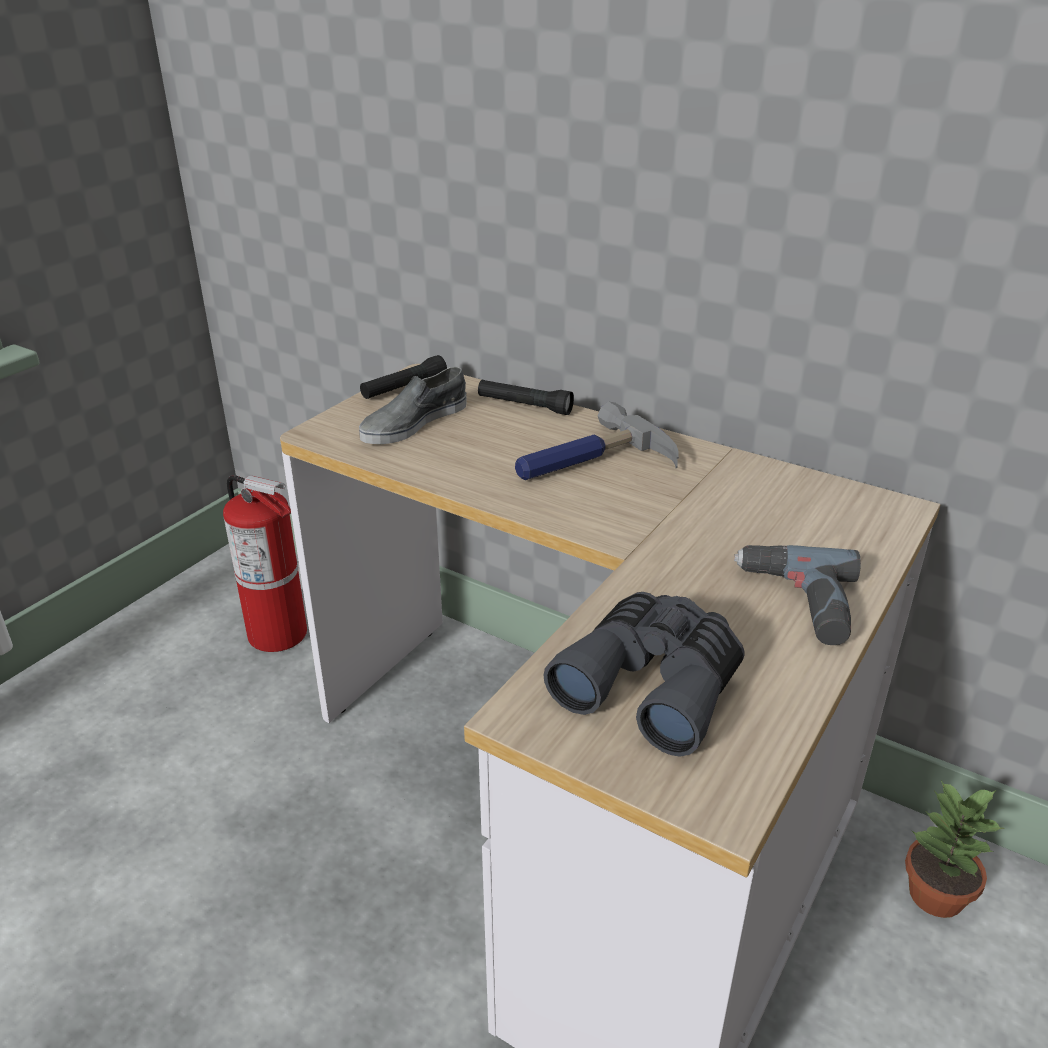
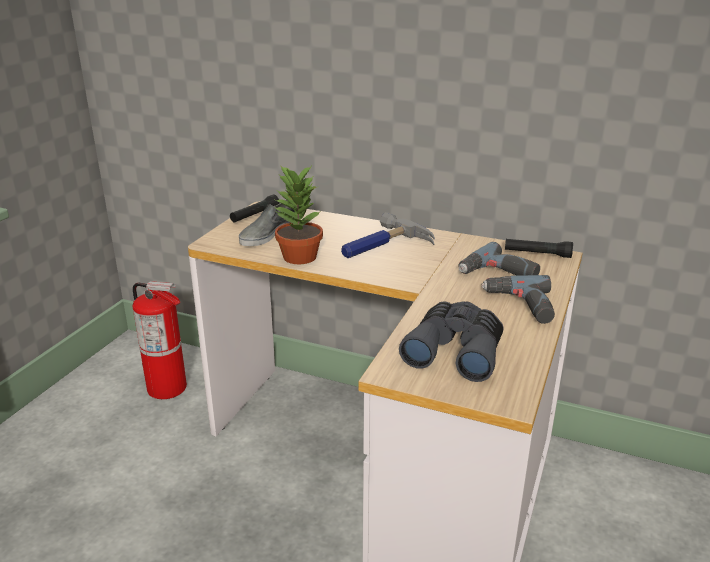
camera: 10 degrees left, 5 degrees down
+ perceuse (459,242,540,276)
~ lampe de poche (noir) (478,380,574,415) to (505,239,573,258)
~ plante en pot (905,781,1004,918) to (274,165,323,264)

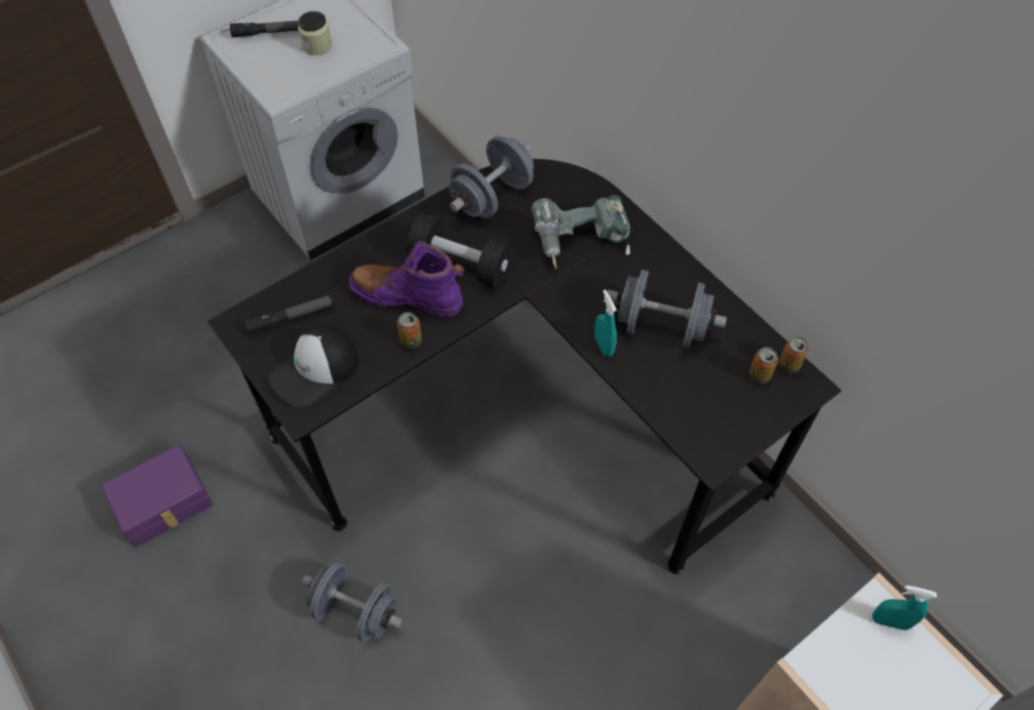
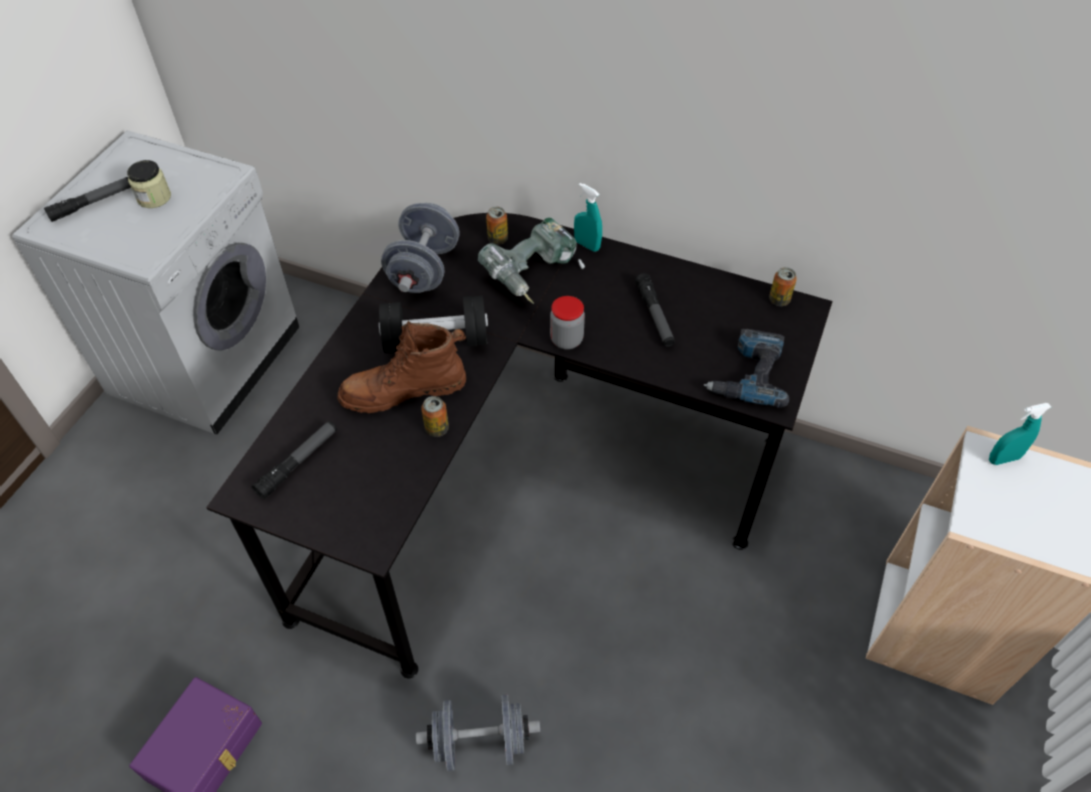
camera: 30 degrees left, 5 degrees down
- casquette (269,325,358,407)
+ bocal (550,296,585,349)
+ perceuse (704,329,789,407)
~ vaporisateur (turquoise) (594,290,617,357) to (574,183,602,252)
~ boîte métallique (749,347,778,384) to (486,207,508,244)
~ haltère (gris) (607,270,727,348) to lampe de poche (635,273,675,347)
~ botte (violet) (349,240,464,317) to botte (marron) (338,321,466,413)

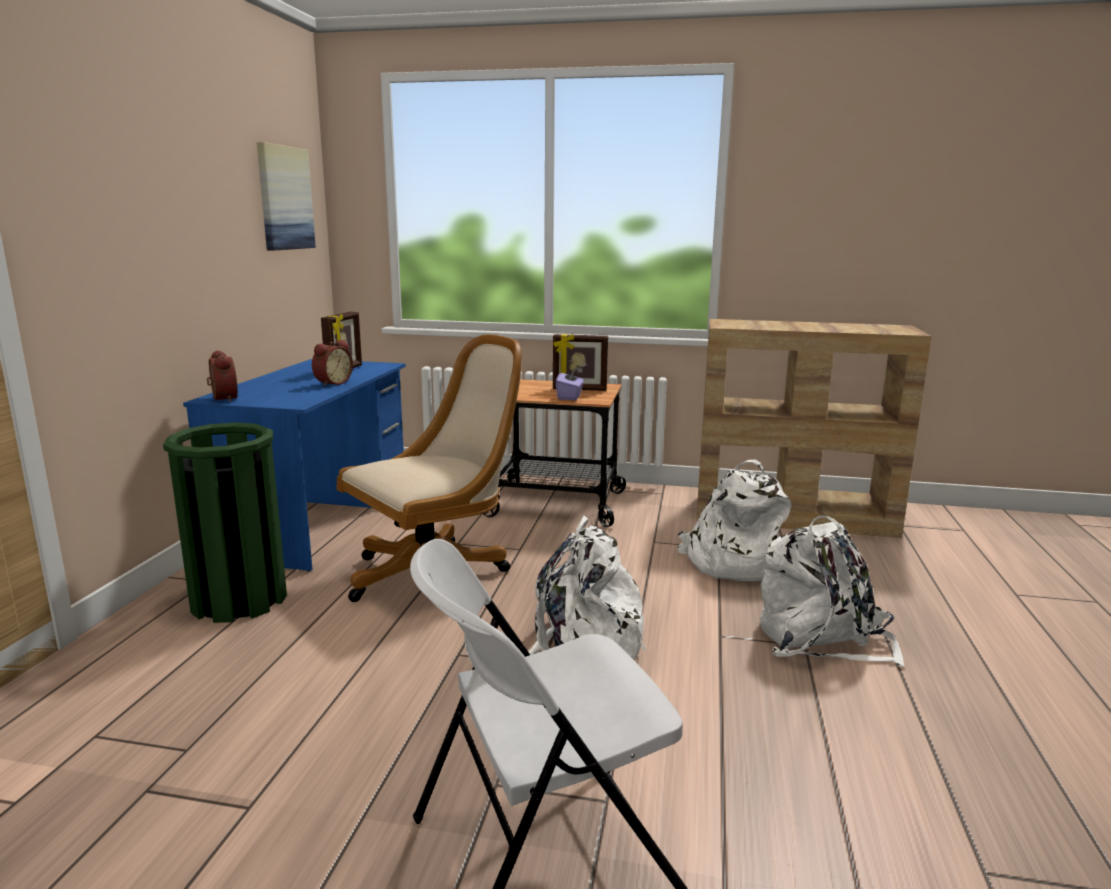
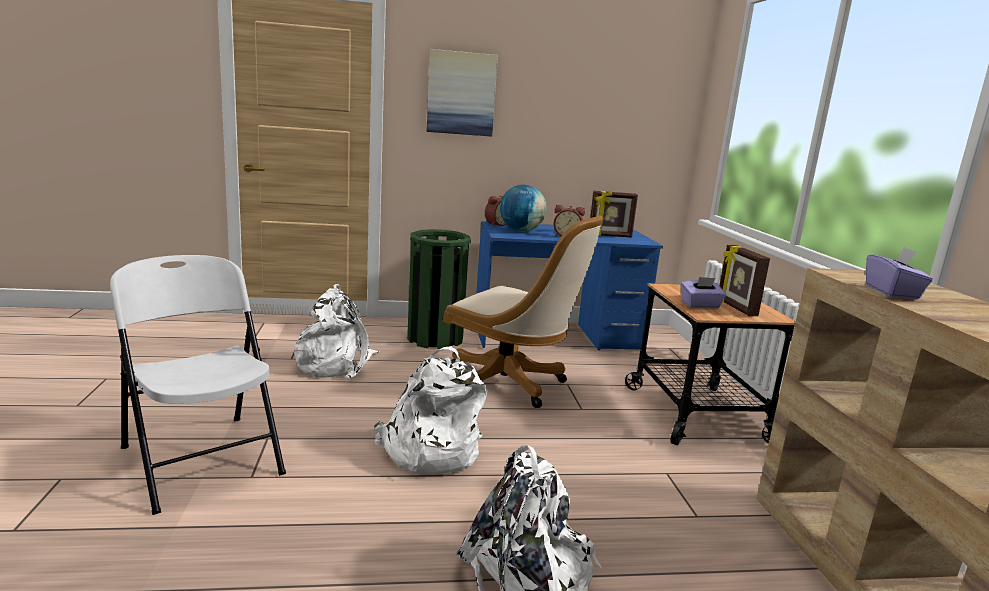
camera: 70 degrees right, 0 degrees up
+ globe (500,184,547,232)
+ boîte à mouchoirs (violet) (866,247,933,300)
~ tableau (257,142,316,251) to (426,49,498,136)
~ sac à dos (blanc) (678,460,792,581) to (294,284,380,380)

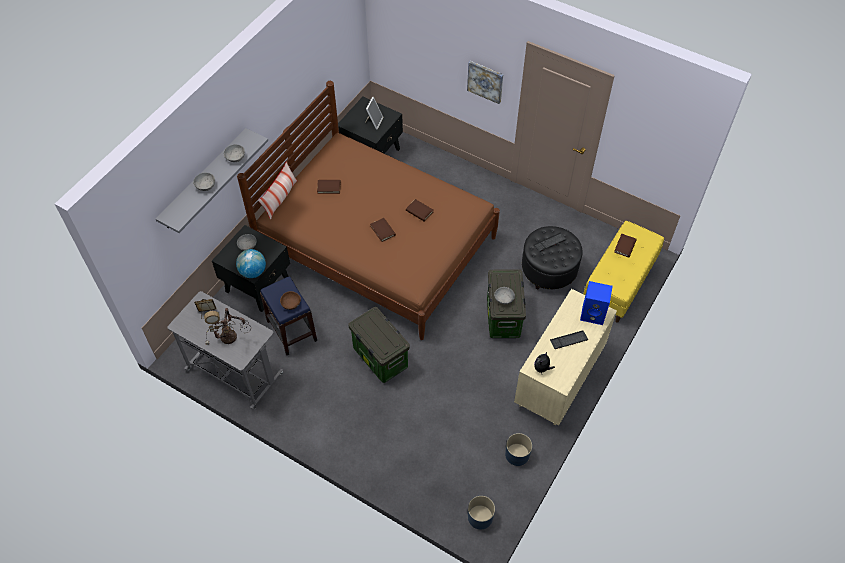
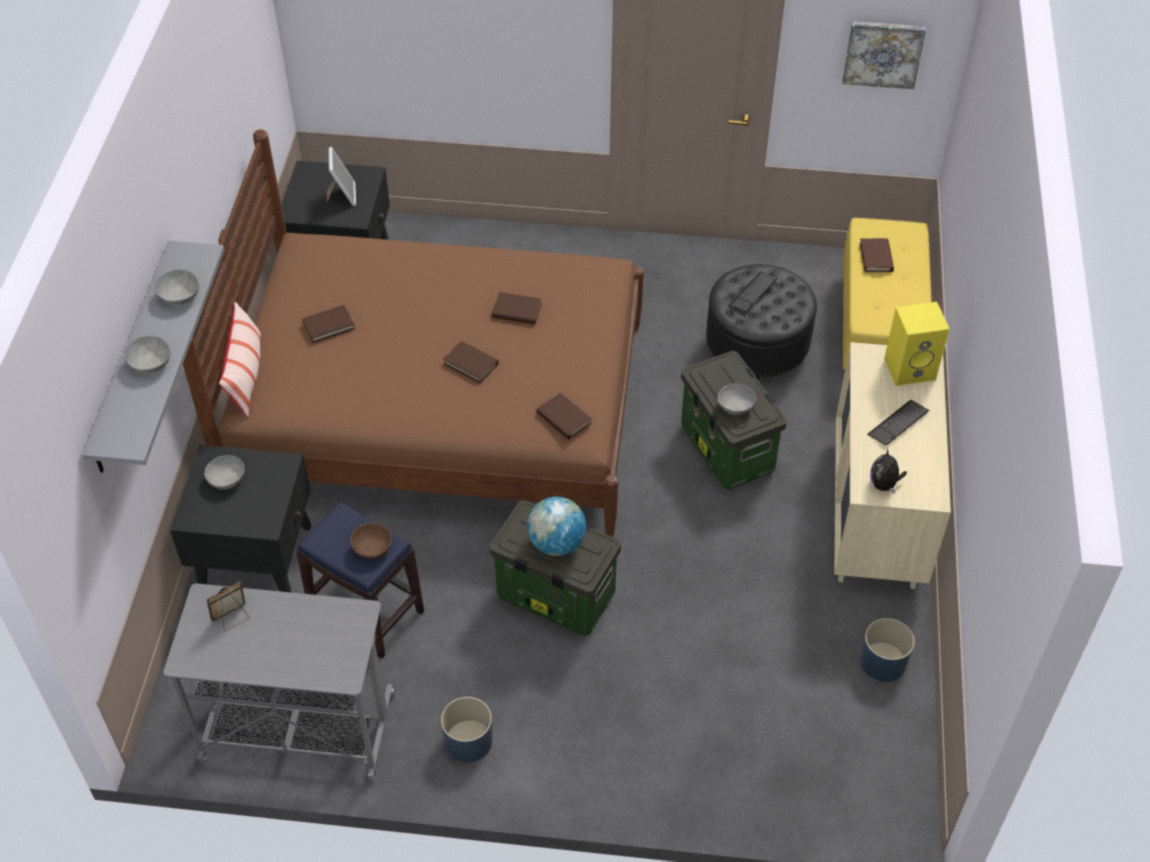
camera: 25 degrees left, 5 degrees down
- lampe de table (204,308,251,345)
+ livre (marron) (536,393,592,440)
~ globe (236,249,266,278) to (527,497,586,556)
~ tableau (467,61,504,104) to (843,21,926,89)
~ cache-pot (bleu) (468,496,495,529) to (441,697,493,763)
~ enceinte (bleu) (580,281,613,325) to enceinte (jaune) (884,302,950,386)

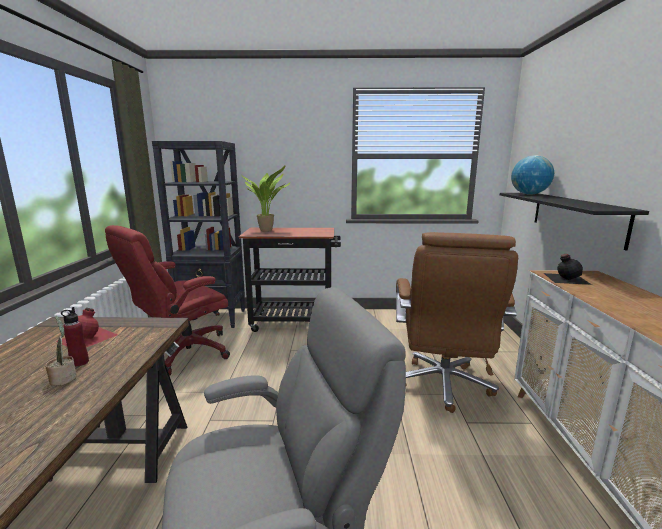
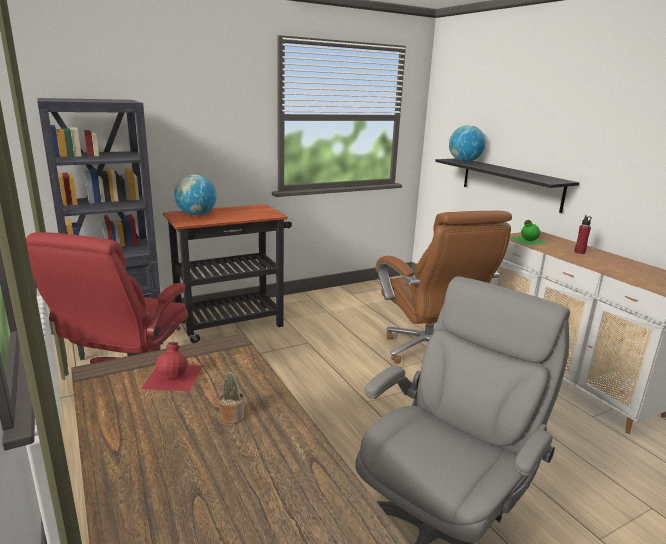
camera: 30 degrees left, 5 degrees up
~ bouteille (rouge) (61,307,89,367) to (574,215,592,254)
~ plante en pot (242,165,290,232) to globe (174,175,217,216)
~ bouteille (noir) (543,254,592,285) to bouteille (vert) (510,220,548,245)

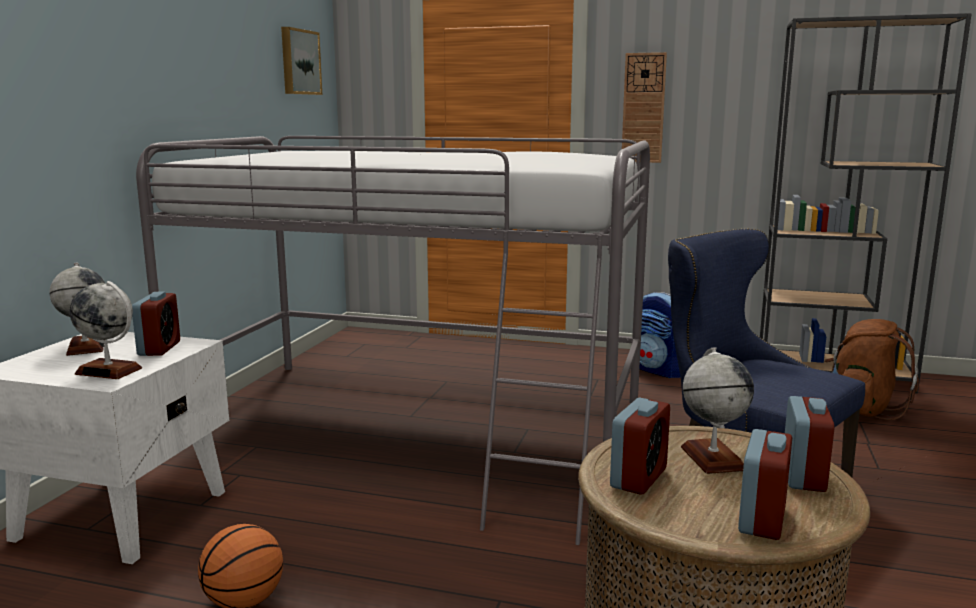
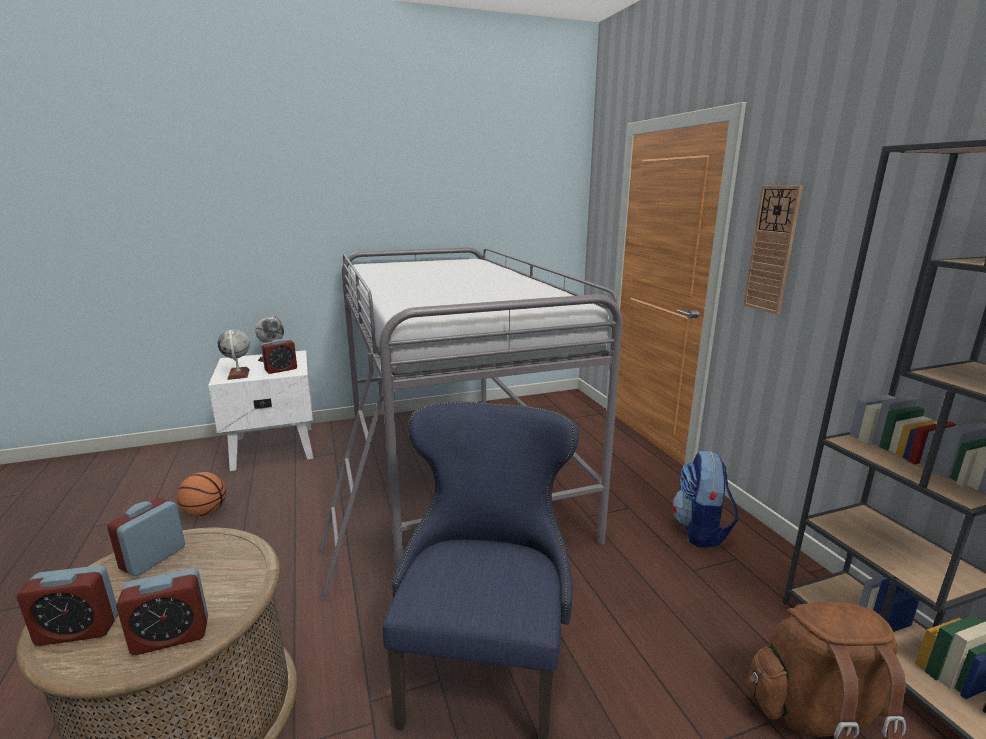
camera: 55 degrees right, 5 degrees up
- tableau (281,27,322,95)
- globe (681,347,754,474)
~ réveil (610,397,670,495) = (107,498,185,576) 120 degrees clockwise

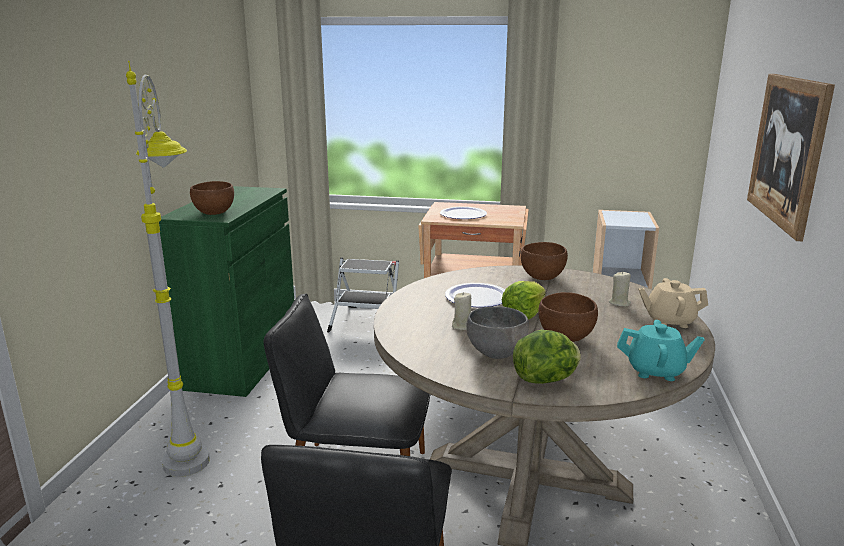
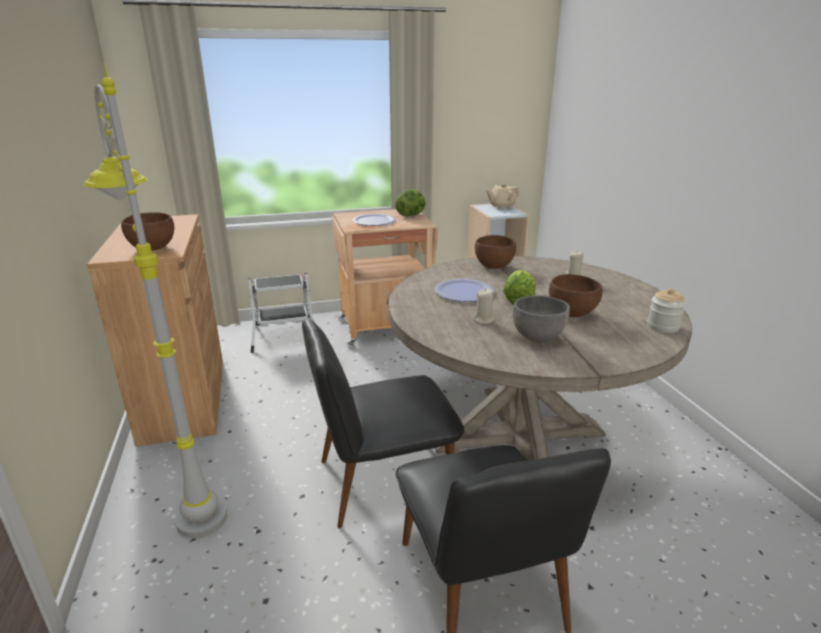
camera: 25 degrees left, 5 degrees up
- tableau (747,74,835,241)
~ laitue (513,330,581,384) to (395,189,426,216)
~ théière (beige) (638,278,708,328) to (487,184,519,209)
~ théière (turquoise) (617,320,705,381) to bocal (647,288,686,333)
~ meuble de rangement (vert) (159,186,294,397) to meuble de rangement (marron) (87,214,223,447)

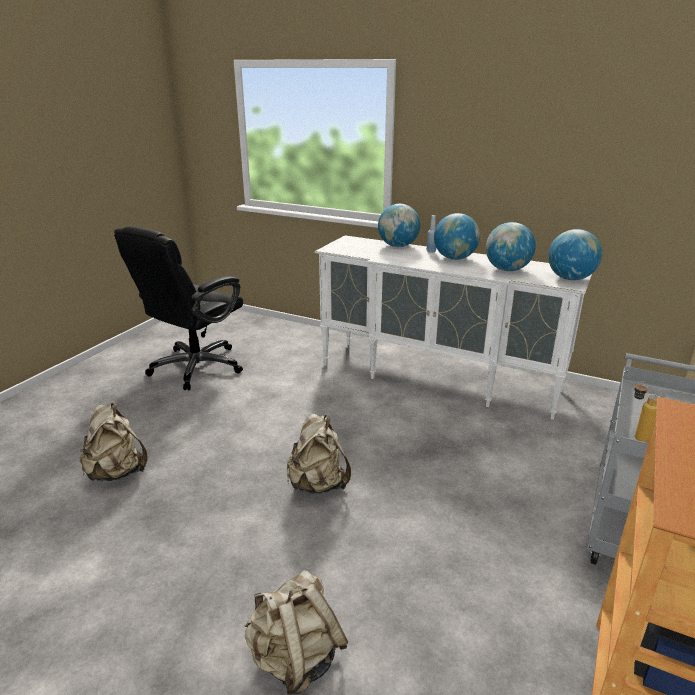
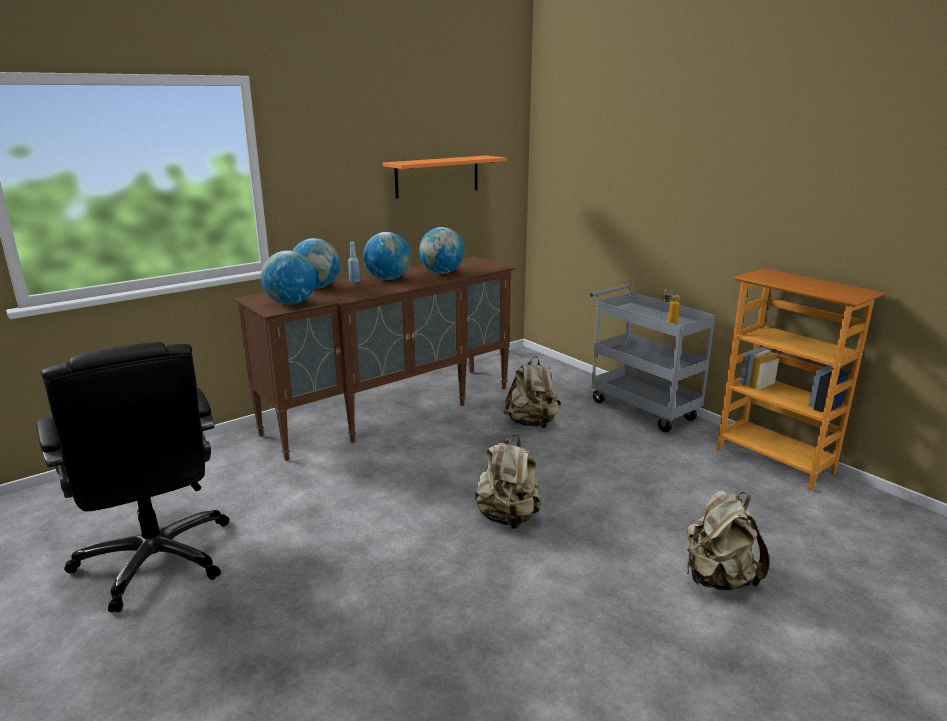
camera: 65 degrees left, 5 degrees down
+ étagère (orange) (383,155,507,199)
~ sac à dos (beige) (80,403,147,481) to (503,356,561,428)
~ globe (548,229,602,280) to (261,250,316,305)
~ meuble de rangement (blanc) (315,235,592,420) to meuble de rangement (marron) (233,256,515,461)

